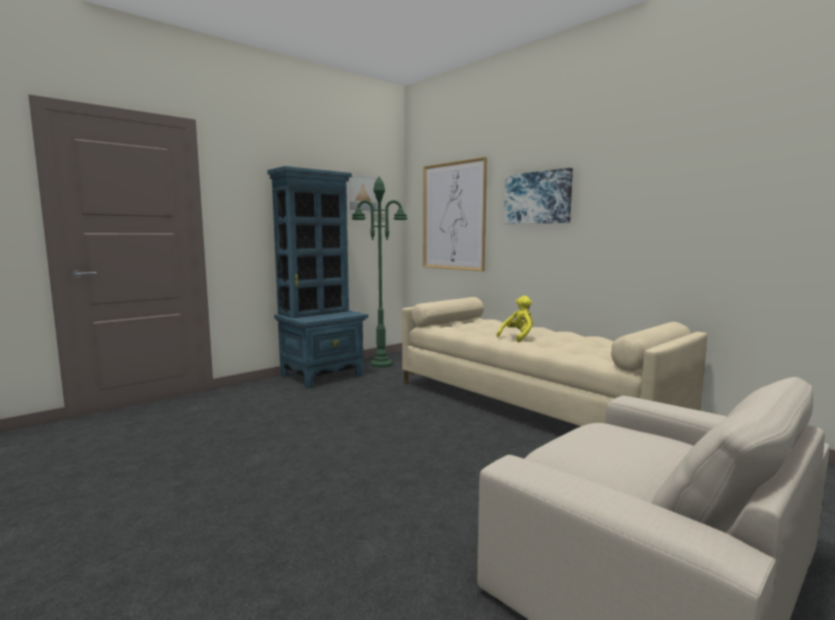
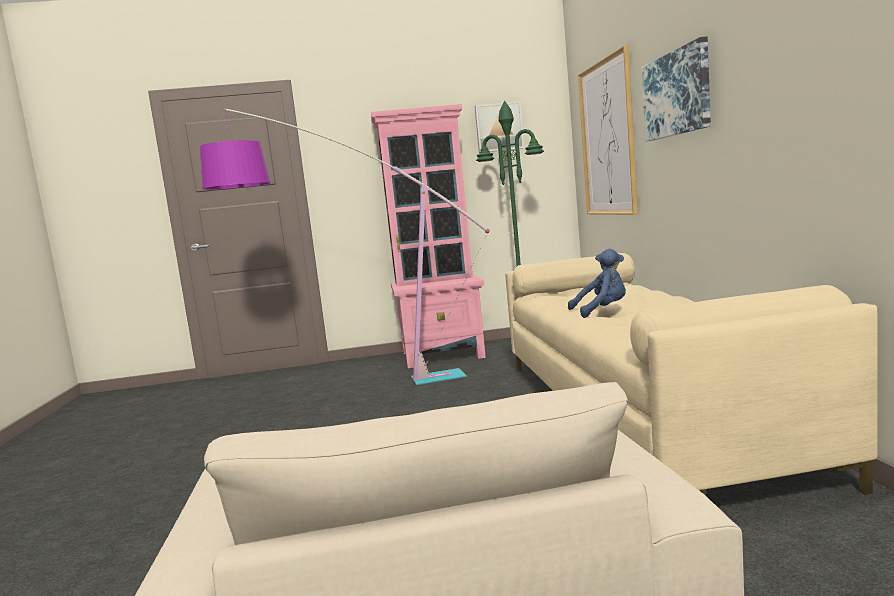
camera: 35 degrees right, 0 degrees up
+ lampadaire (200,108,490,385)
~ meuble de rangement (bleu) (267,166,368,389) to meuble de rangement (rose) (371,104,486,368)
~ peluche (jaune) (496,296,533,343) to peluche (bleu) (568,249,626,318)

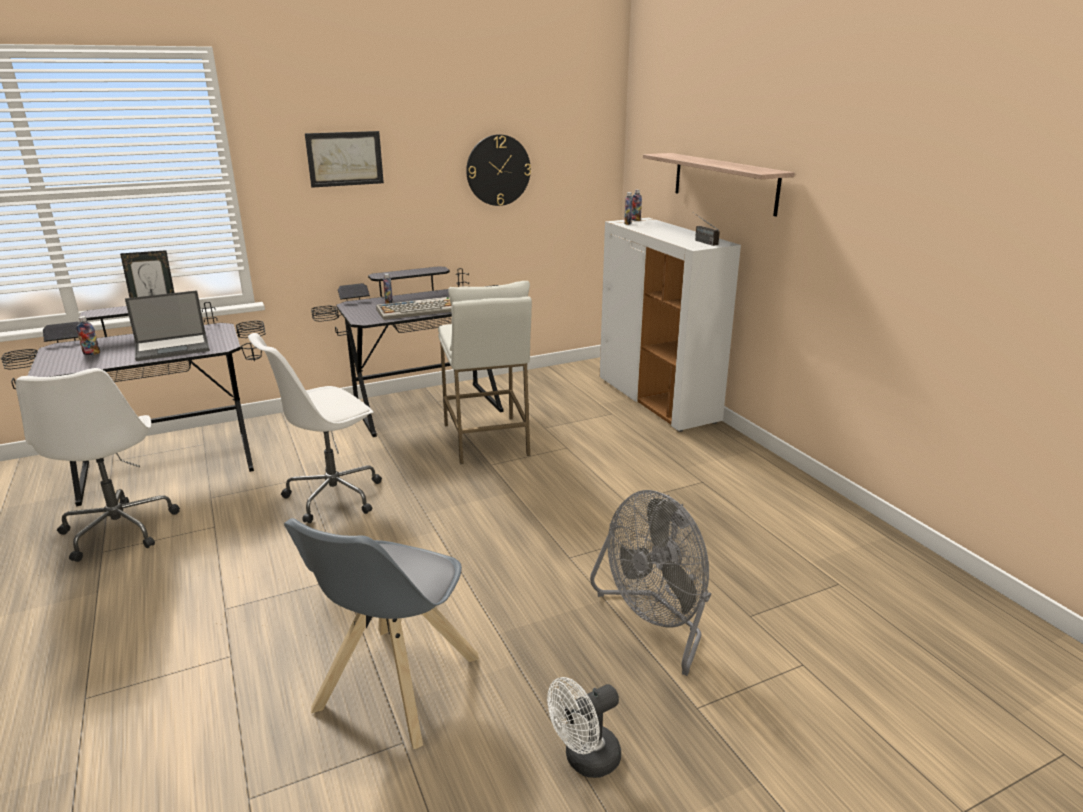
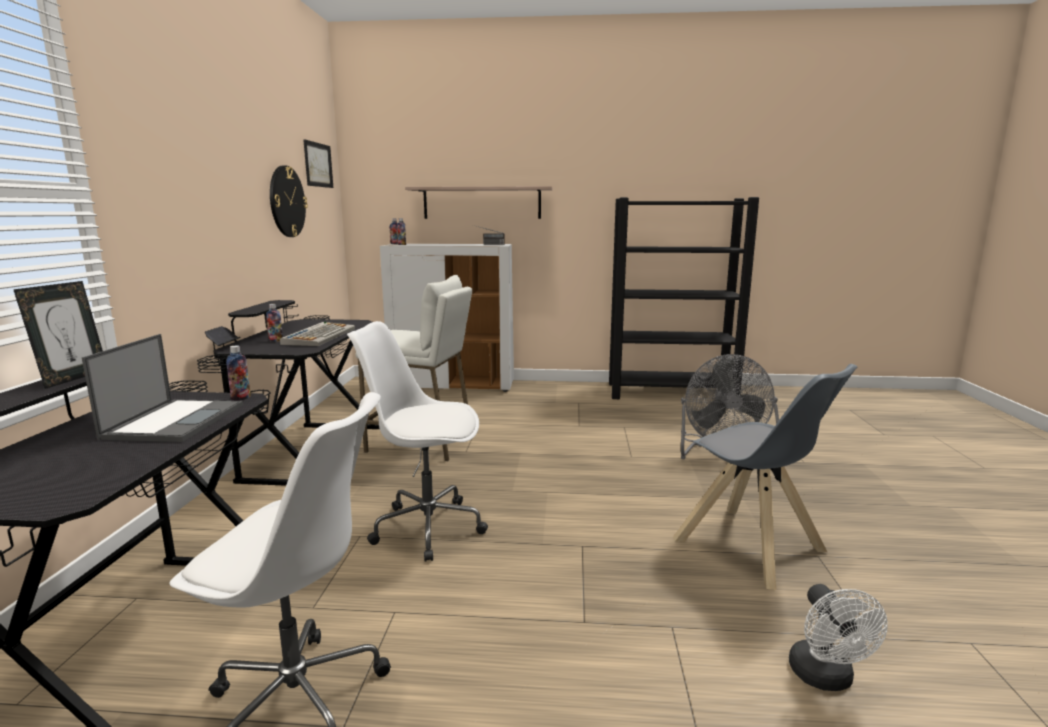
camera: 60 degrees left, 10 degrees down
+ bibliothèque (noir) (609,197,759,399)
~ bouteille (76,316,100,355) to (226,346,251,401)
~ tableau (305,131,384,188) to (303,139,333,188)
~ ventilateur (blanc) (547,677,621,778) to (789,584,888,691)
~ chaise de bureau (blanc) (248,333,382,523) = (347,321,488,562) 105 degrees clockwise

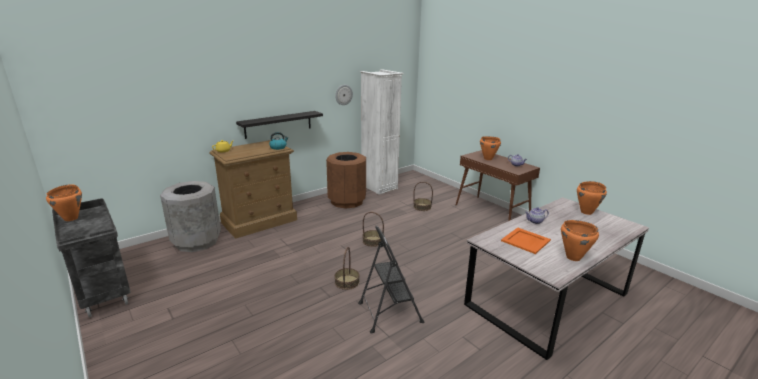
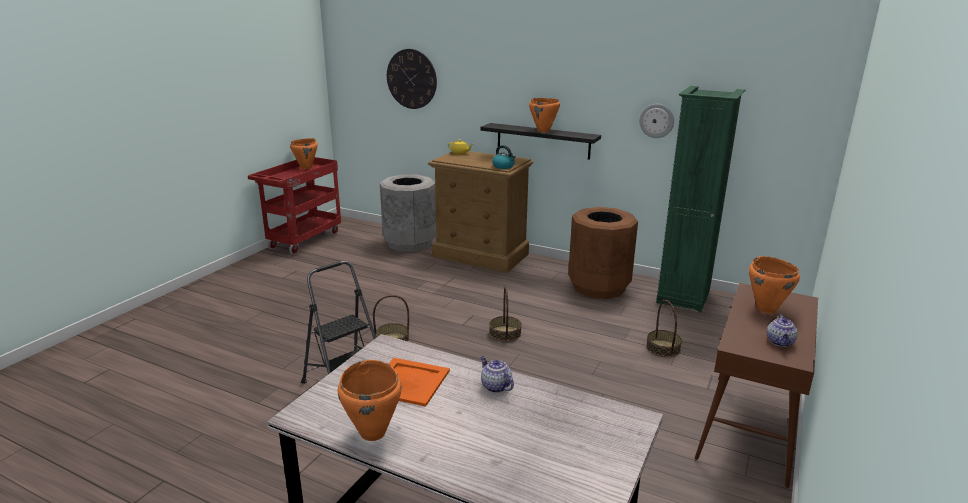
camera: 65 degrees right, 0 degrees up
+ horloge murale (387,49,437,109)
~ marmite (orange) (577,181,607,215) to (529,98,560,133)
~ chariot (noir) (52,198,131,317) to chariot (rouge) (248,157,341,255)
~ meuble de rangement (blanc) (360,69,404,194) to meuble de rangement (vert) (656,86,745,313)

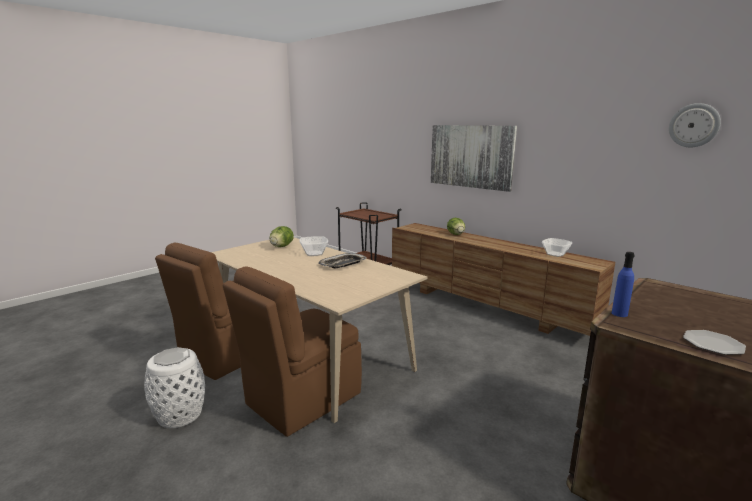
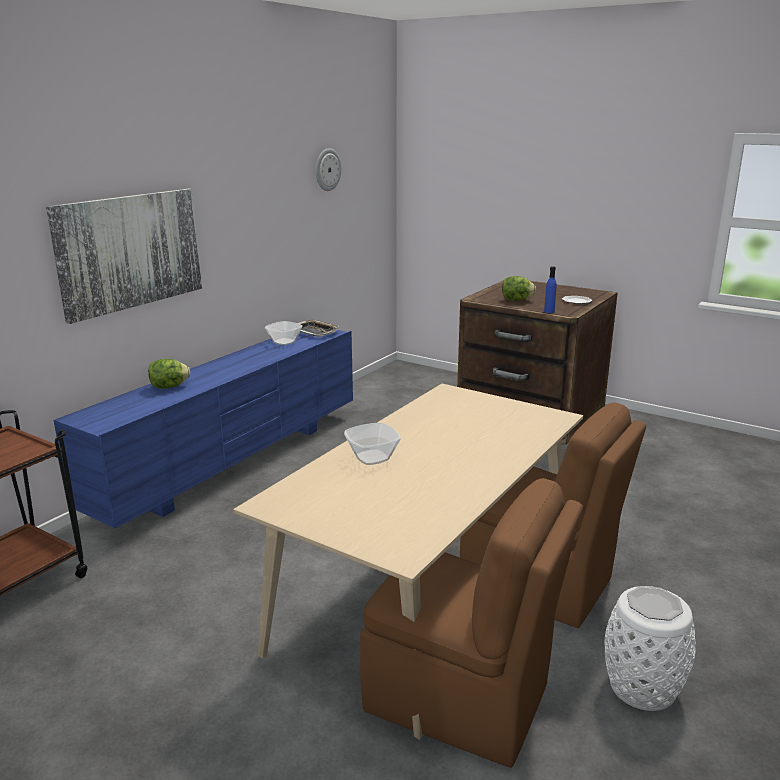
camera: 100 degrees left, 5 degrees up
~ laitue (270,226,294,247) to (502,276,536,301)
~ plateau (318,253,367,268) to (297,320,339,337)
~ meuble de rangement (marron) (392,223,615,336) to meuble de rangement (bleu) (54,330,353,528)

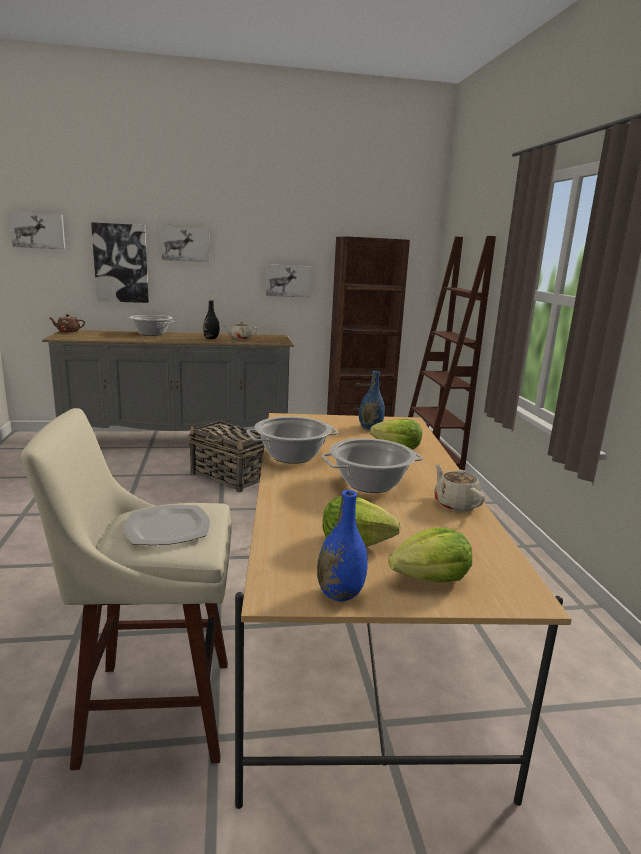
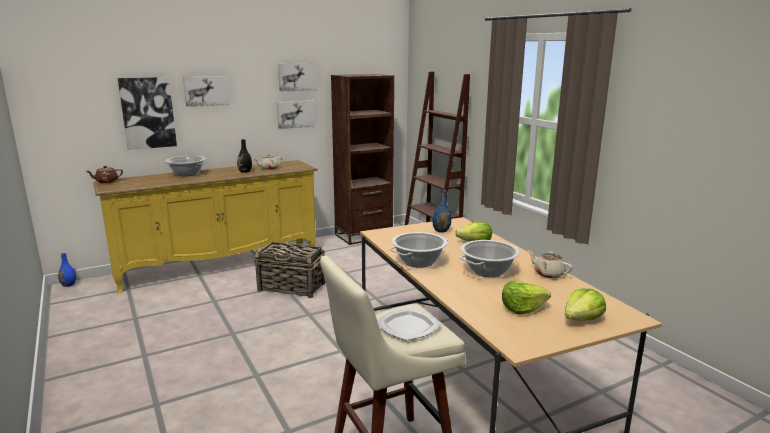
camera: 20 degrees left, 0 degrees up
~ tableau (9,212,66,249) to (278,63,317,91)
~ vase (bleu) (317,490,368,601) to (58,253,76,287)
~ meuble de rangement (gris) (42,330,294,431) to meuble de rangement (jaune) (93,160,318,294)

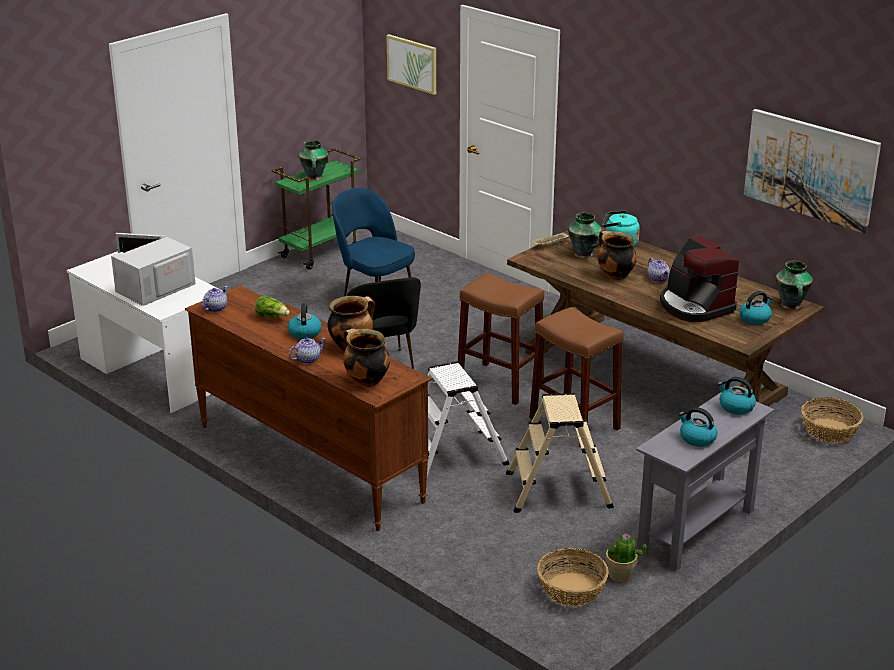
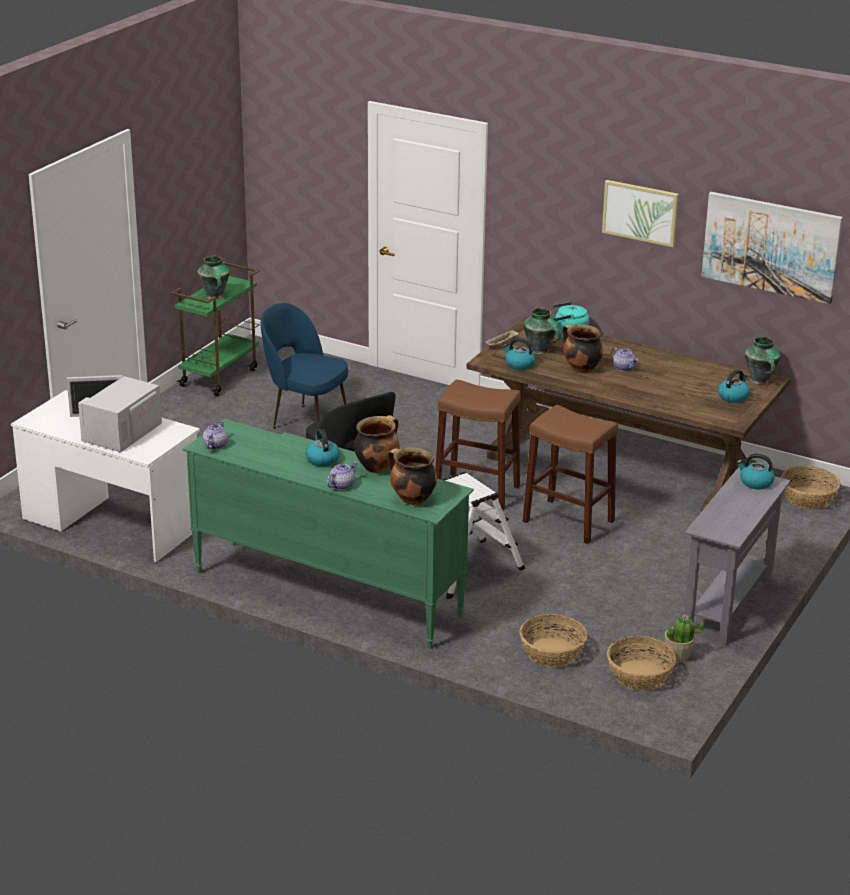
camera: 15 degrees left, 0 degrees up
- laitue (255,296,290,318)
- escabeau (beige) (506,393,614,513)
- machine à café (660,236,739,322)
+ panier (519,614,588,667)
~ tableau (386,34,436,95) to (602,180,679,247)
~ bouilloire (679,407,718,447) to (502,338,536,370)
~ meuble de rangement (marron) (185,285,433,531) to meuble de rangement (vert) (183,419,474,649)

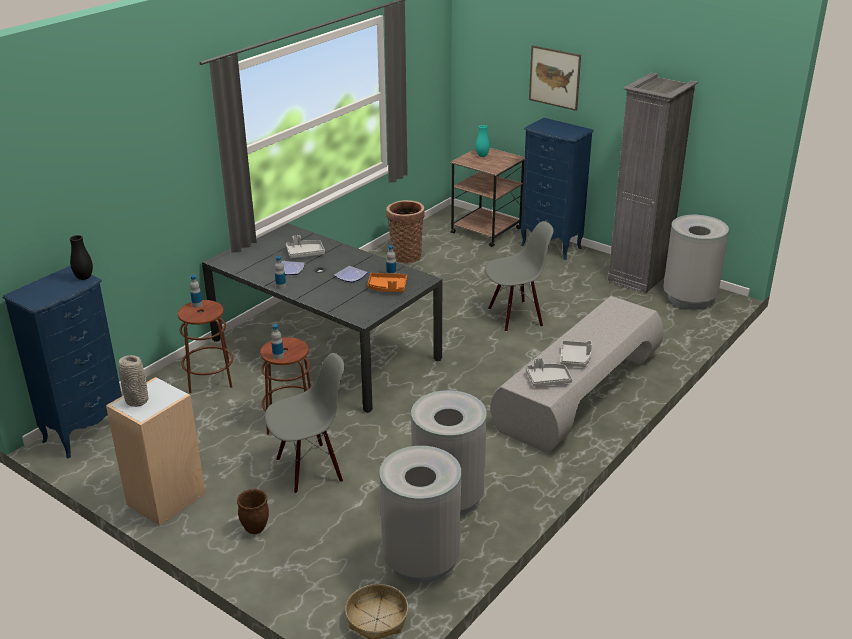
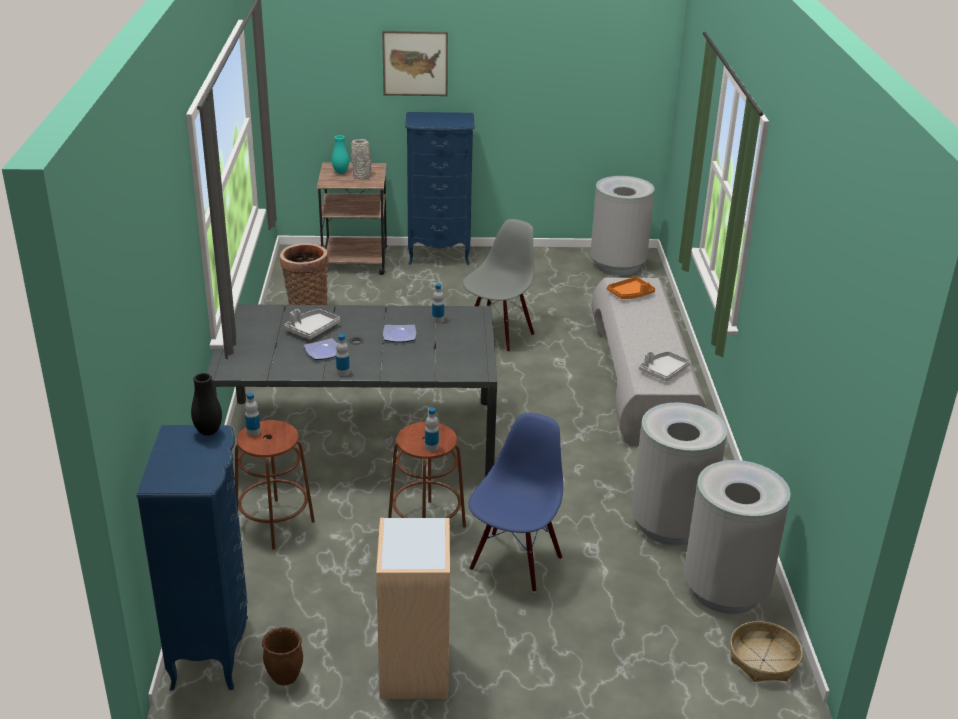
camera: 40 degrees left, 0 degrees up
- plateau (gris) (560,341,592,367)
- meuble de rangement (gris) (608,73,698,294)
~ vase (gris) (118,355,149,407) to (351,139,371,180)
~ cache-pot (marron) (237,489,269,534) to (262,627,303,685)
~ plateau (orange) (367,273,407,292) to (607,276,655,299)
~ chaise (gris) (265,353,345,494) to chaise (bleu) (468,413,563,592)

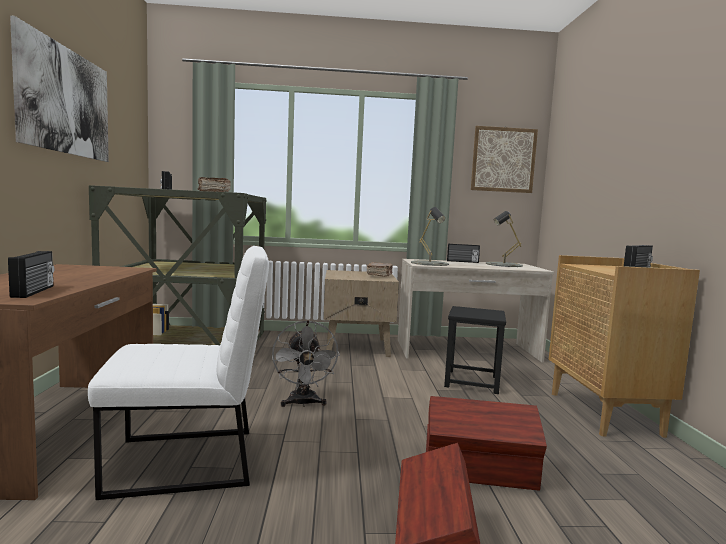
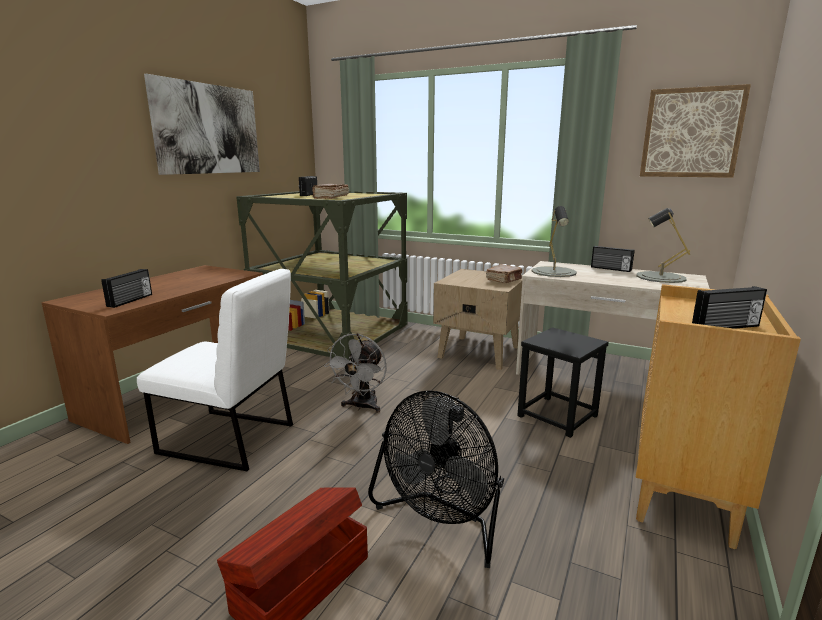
camera: 30 degrees right, 10 degrees up
~ boîte de rangement (marron) (426,396,547,491) to ventilateur (noir) (368,391,504,568)

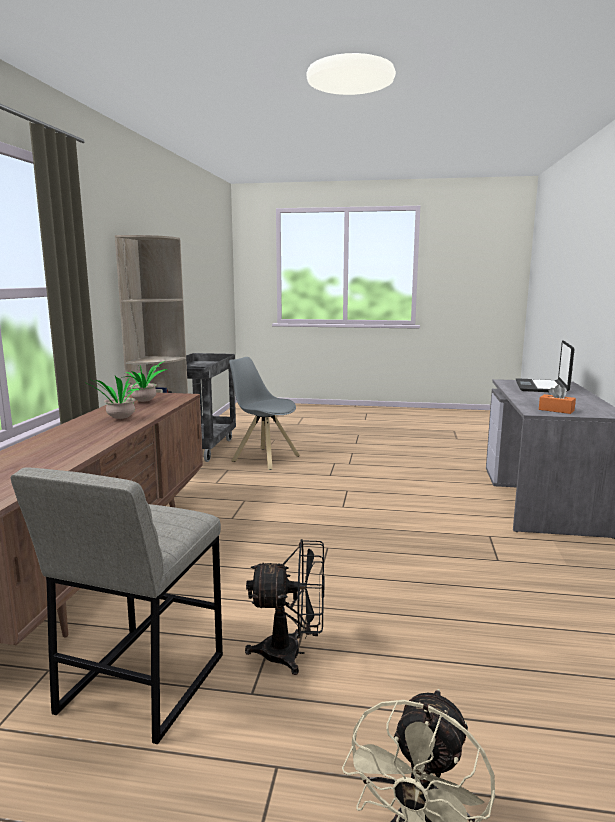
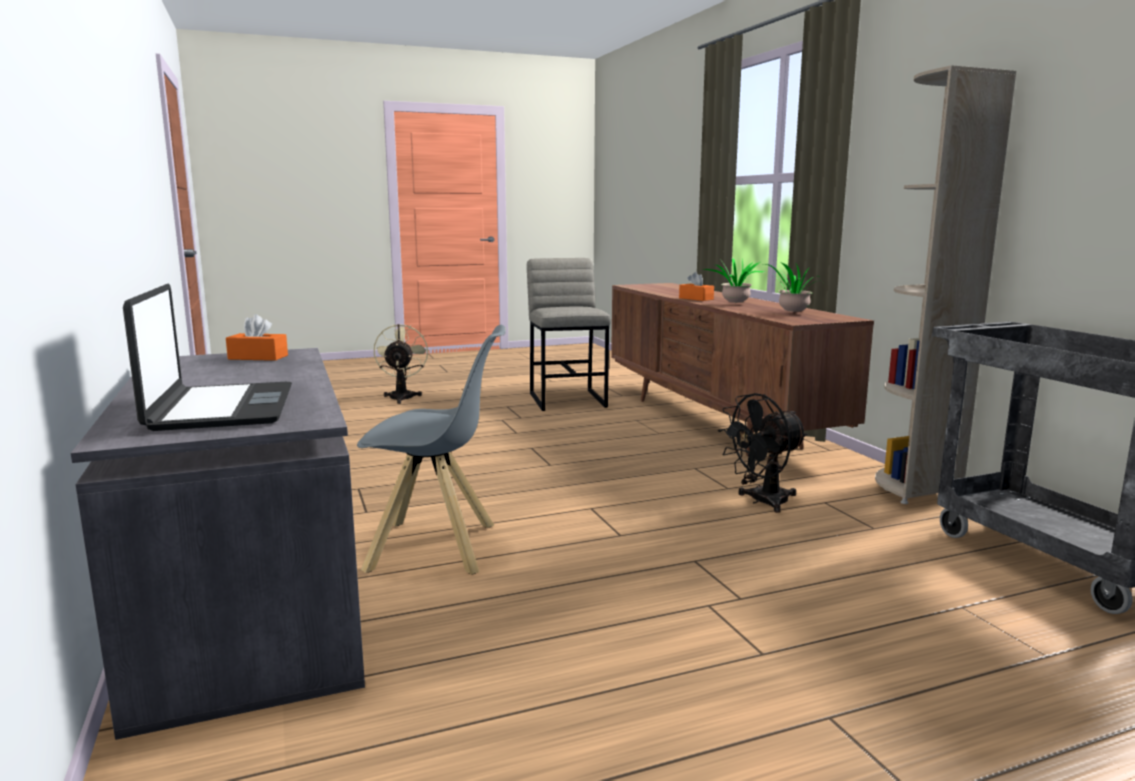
camera: 150 degrees right, 0 degrees up
+ boîte à mouchoirs (orange) (679,272,714,301)
~ chaise (gris) (229,357,300,470) to (357,325,506,575)
~ ventilateur (noir) (245,539,324,675) to (718,393,808,513)

